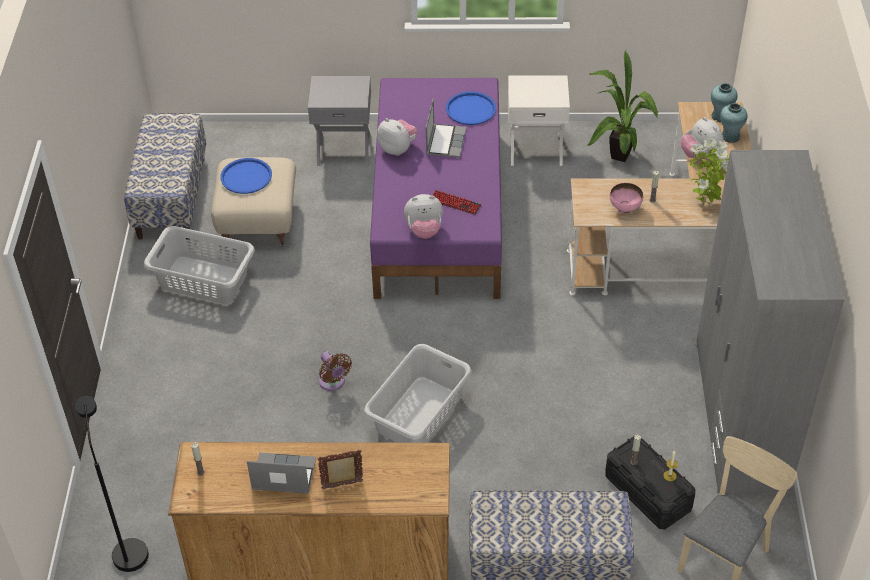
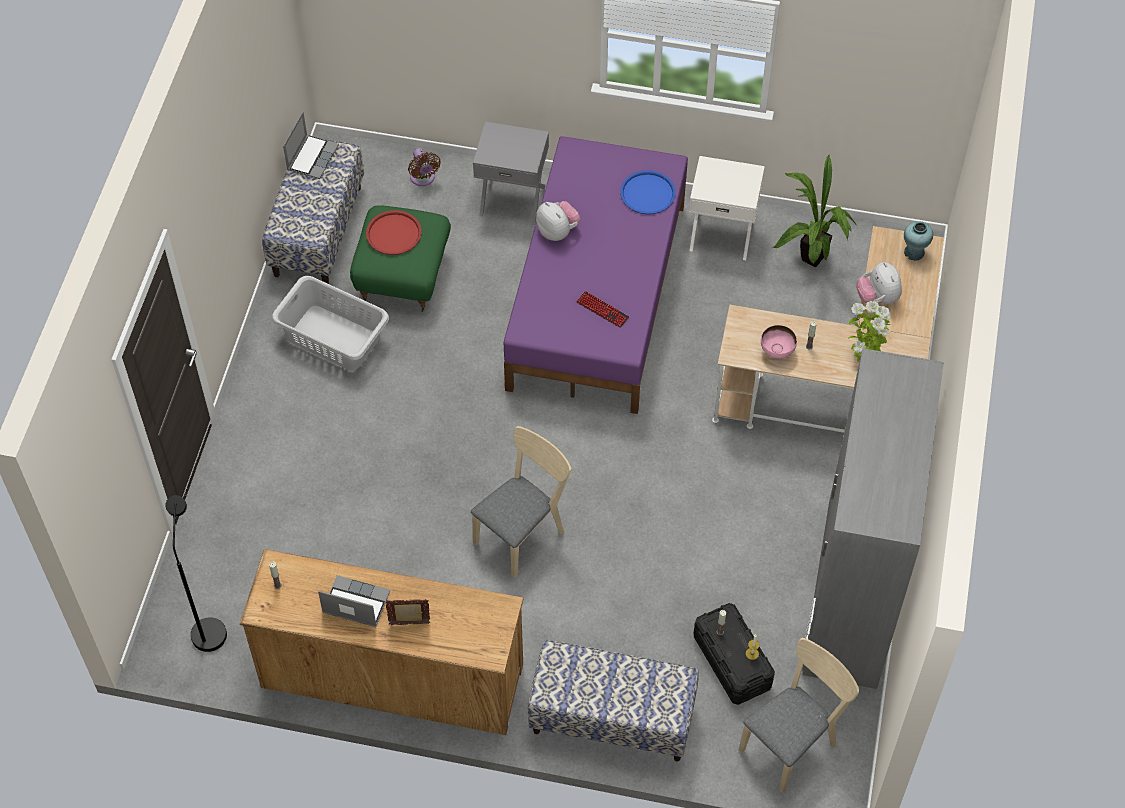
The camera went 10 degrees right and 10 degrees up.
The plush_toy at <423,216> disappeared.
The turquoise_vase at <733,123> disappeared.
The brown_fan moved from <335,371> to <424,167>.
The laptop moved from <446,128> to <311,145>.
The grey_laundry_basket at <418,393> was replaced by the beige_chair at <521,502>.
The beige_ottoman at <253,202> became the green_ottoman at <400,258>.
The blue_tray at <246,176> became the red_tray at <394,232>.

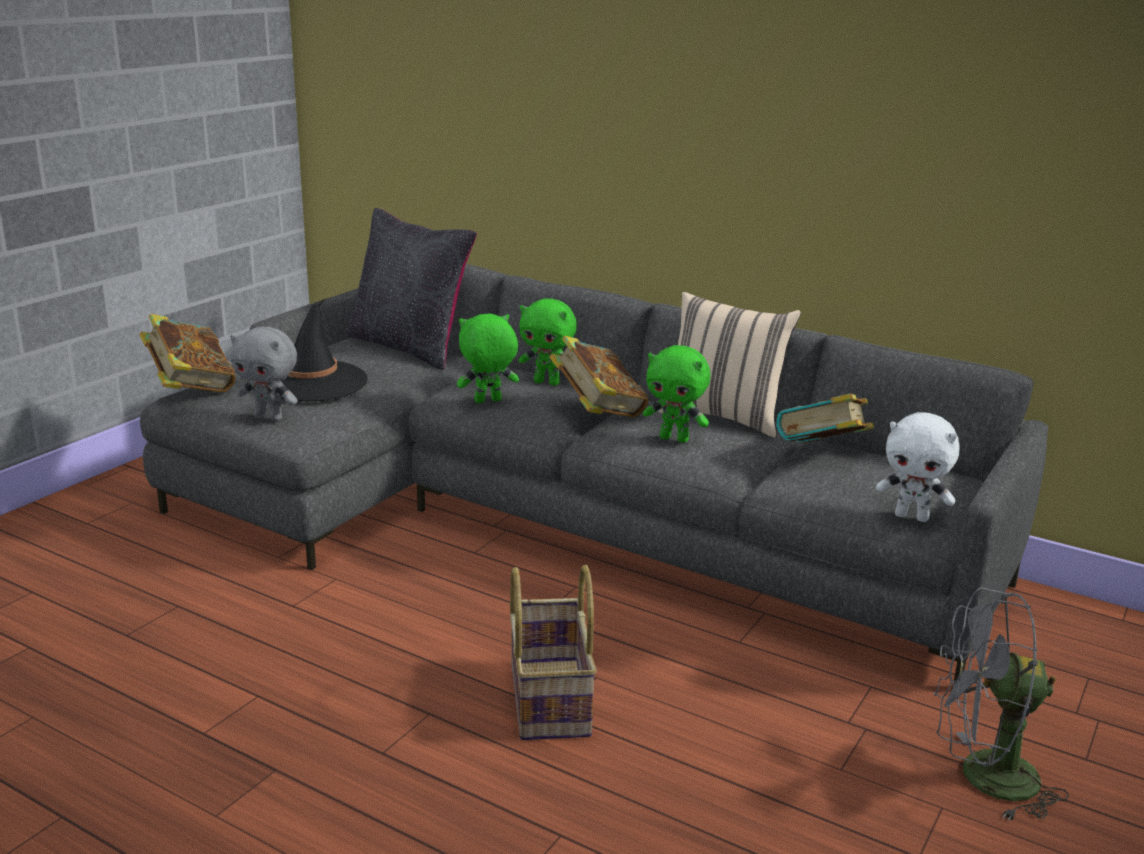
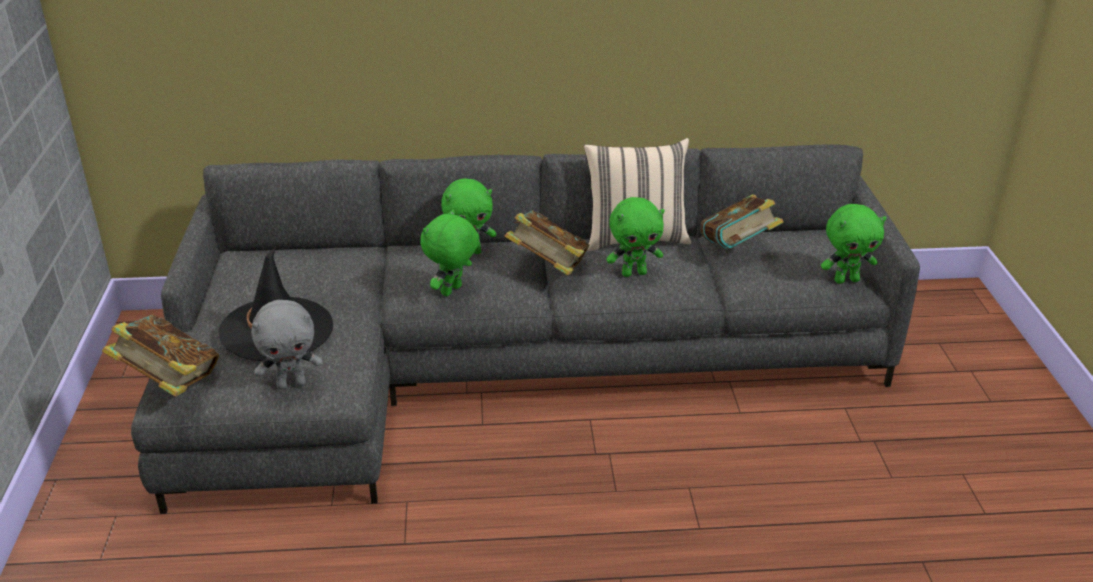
The camera went 35 degrees left and 10 degrees up.
The black_pillow at <411,289> disappeared.
The basket at <553,652> disappeared.
The grey_fan at <1001,704> disappeared.
The white_plush_toy at <918,467> became the green_plush_toy at <854,244>.

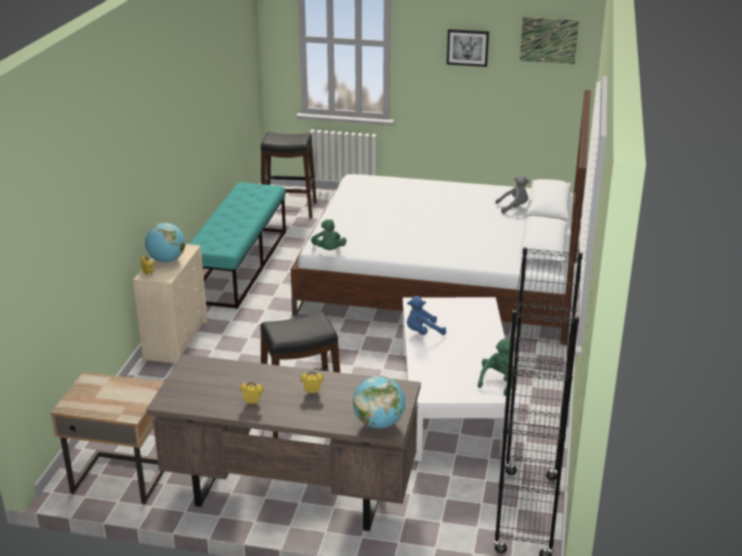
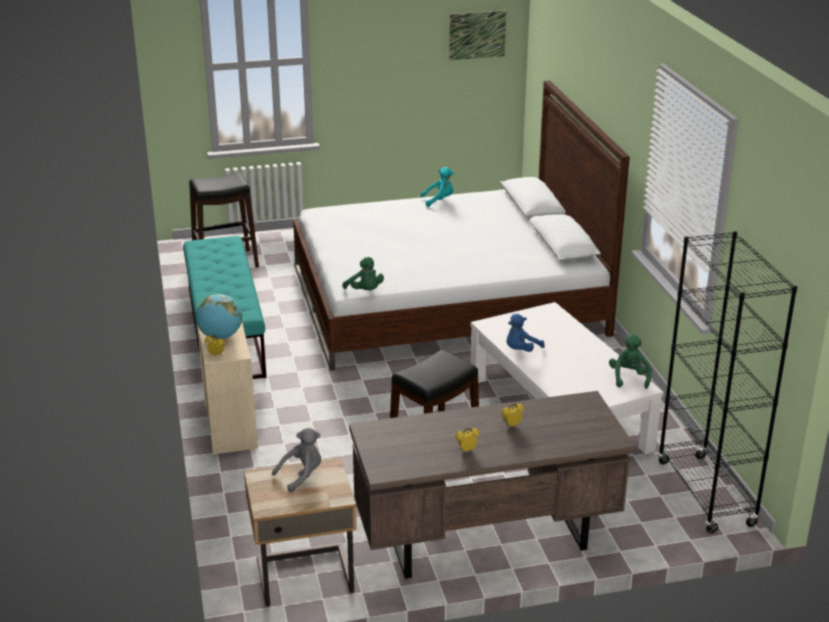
The camera went 25 degrees left and 0 degrees up.
The globe at <379,402> disappeared.
The picture at <468,48> disappeared.
The turquoise_plush_toy at <437,187> appeared.
The grey_plush_toy moved from <512,194> to <296,460>.

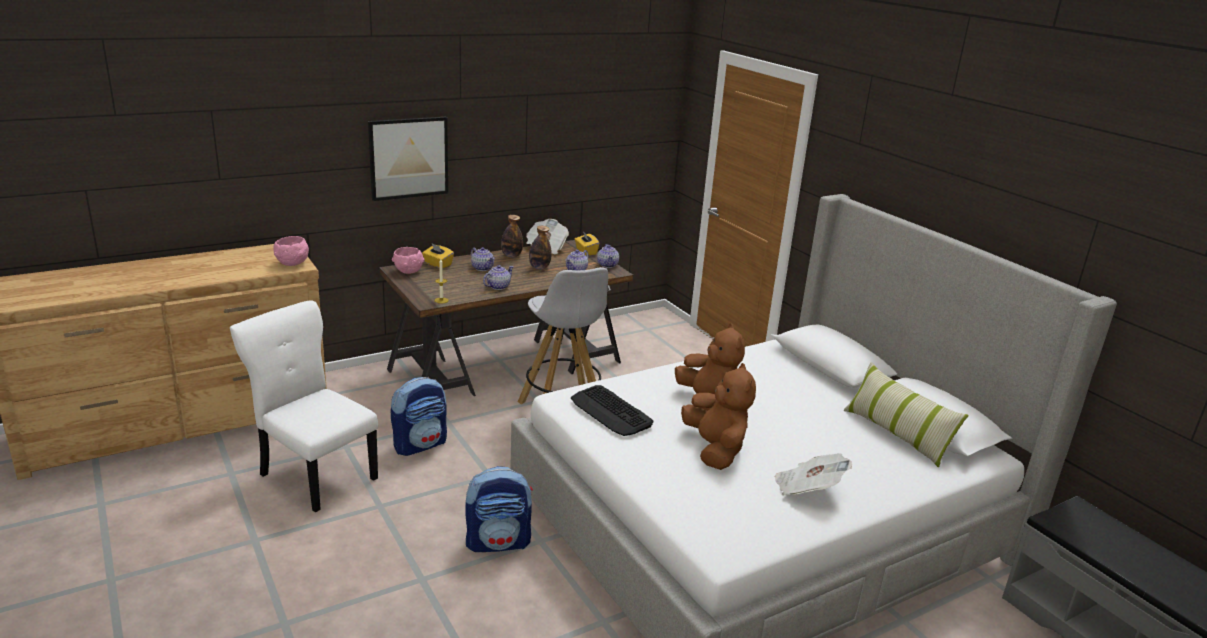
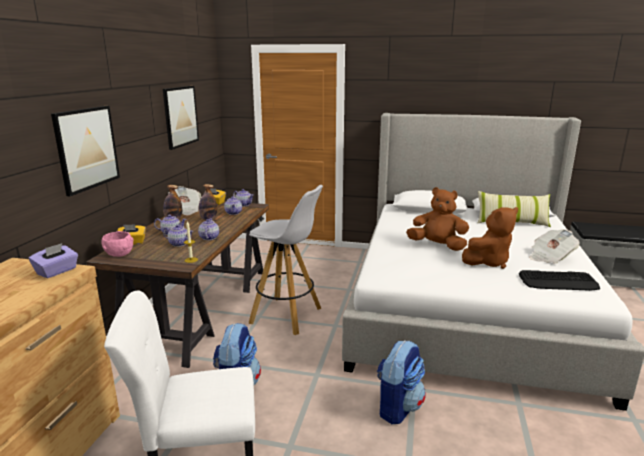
The camera went 45 degrees left and 5 degrees down.
The picture at <181,118> appeared.
The teapot at <178,236> appeared.
The keyboard moved from <612,410> to <559,280>.
The pink_bowl at <291,251> was replaced by the purple_tissue_box at <53,260>.
The brown_plush_toy at <718,416> turned 120 degrees clockwise.

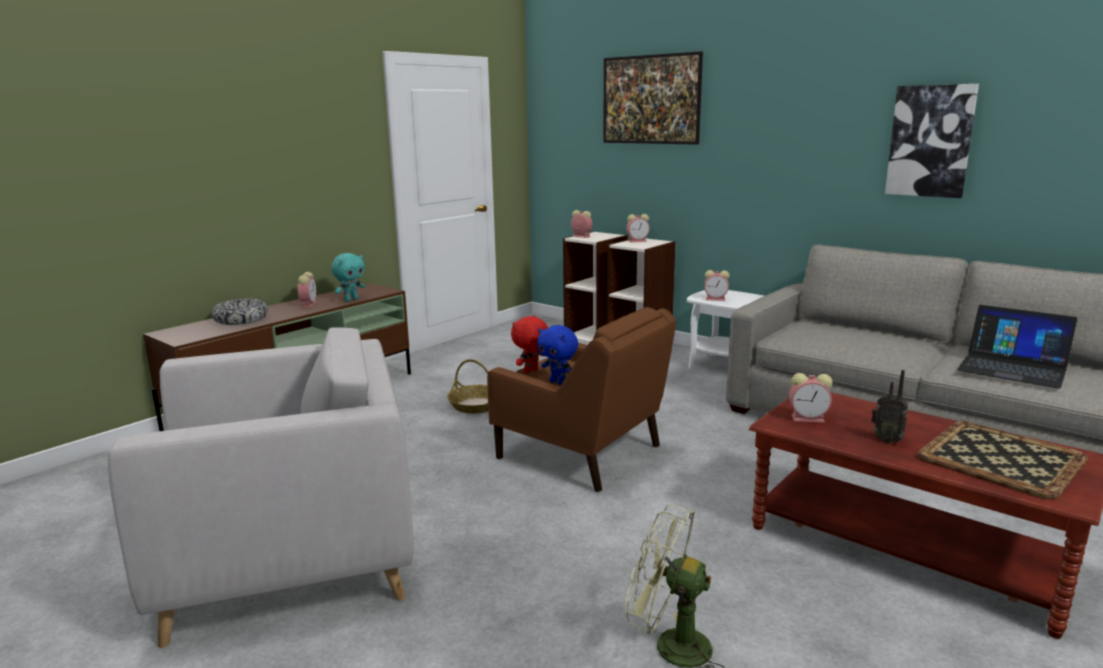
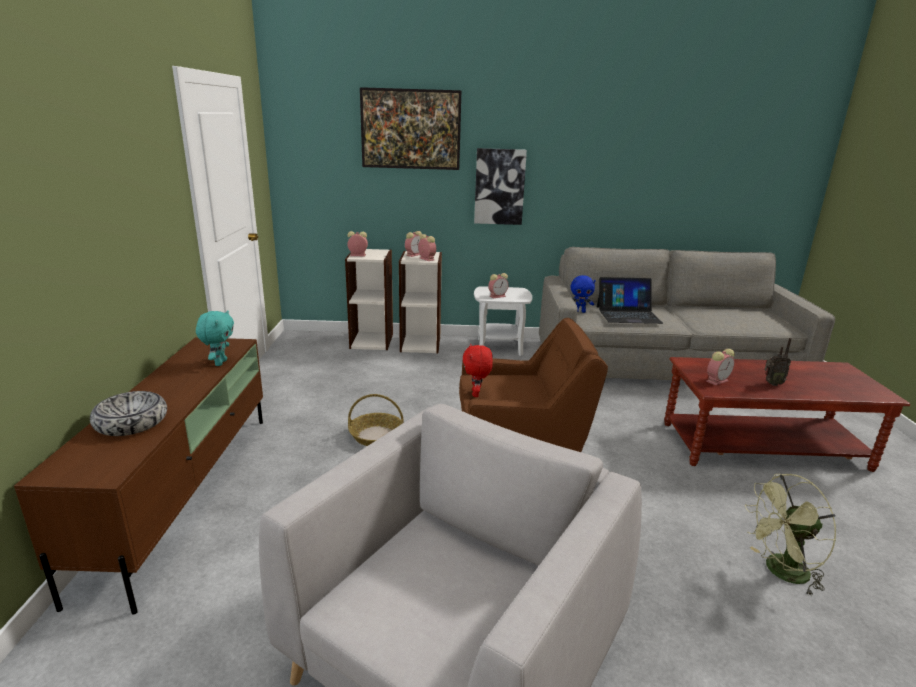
The camera went 40 degrees left and 5 degrees up.
The tray at <1002,460> disappeared.
The alarm_clock moved from <306,290> to <427,247>.
The blue_plush_toy moved from <557,355> to <583,294>.
The picture moved from <932,141> to <500,186>.
The laptop moved from <1017,346> to <630,300>.

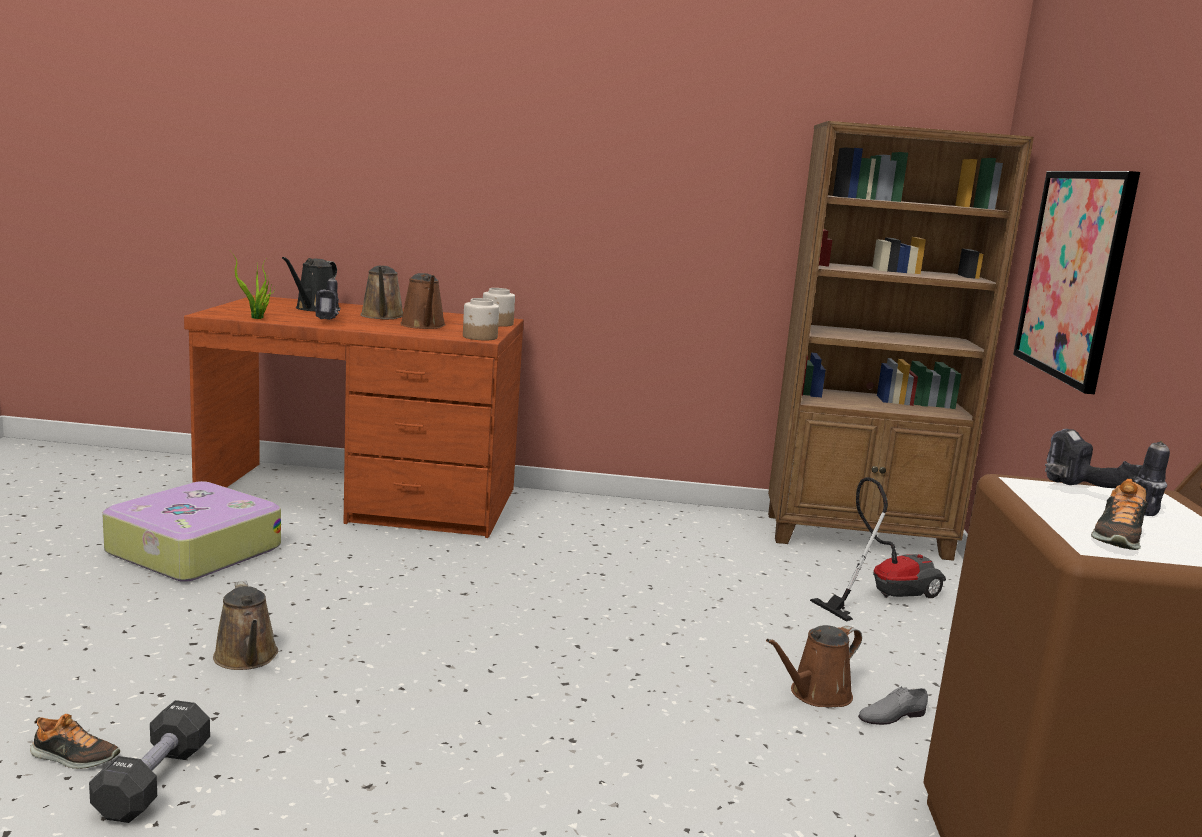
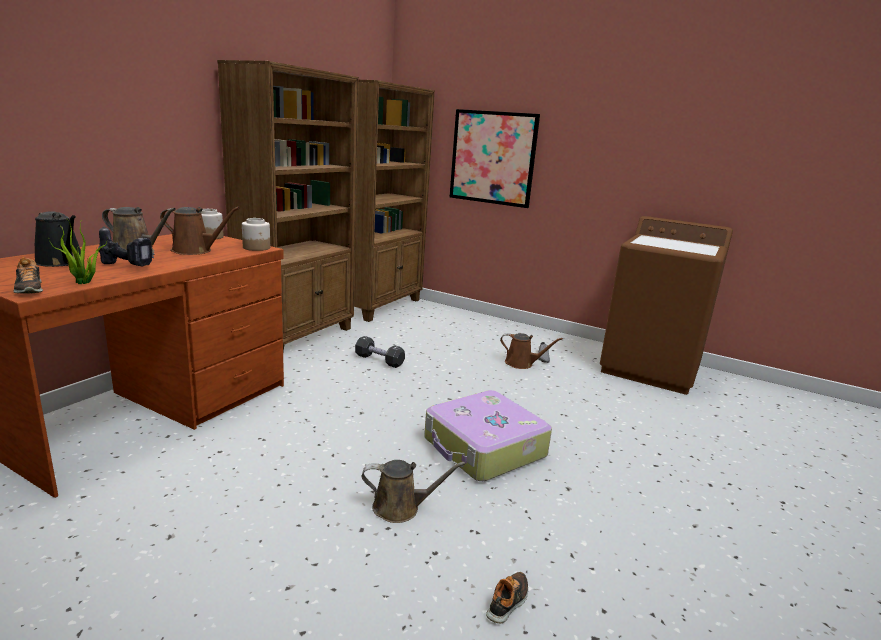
The camera went 65 degrees left and 5 degrees up.
The vacuum_cleaner at <878,549> disappeared.
The power_drill at <1107,472> disappeared.
The brown_bookcase at <288,205> appeared.
The black_dumbbell moved from <149,761> to <380,352>.
The suitcase moved from <191,531> to <488,435>.
The shoe moved from <1119,514> to <28,275>.
The brown_watering_can at <814,666> turned 60 degrees counterclockwise.

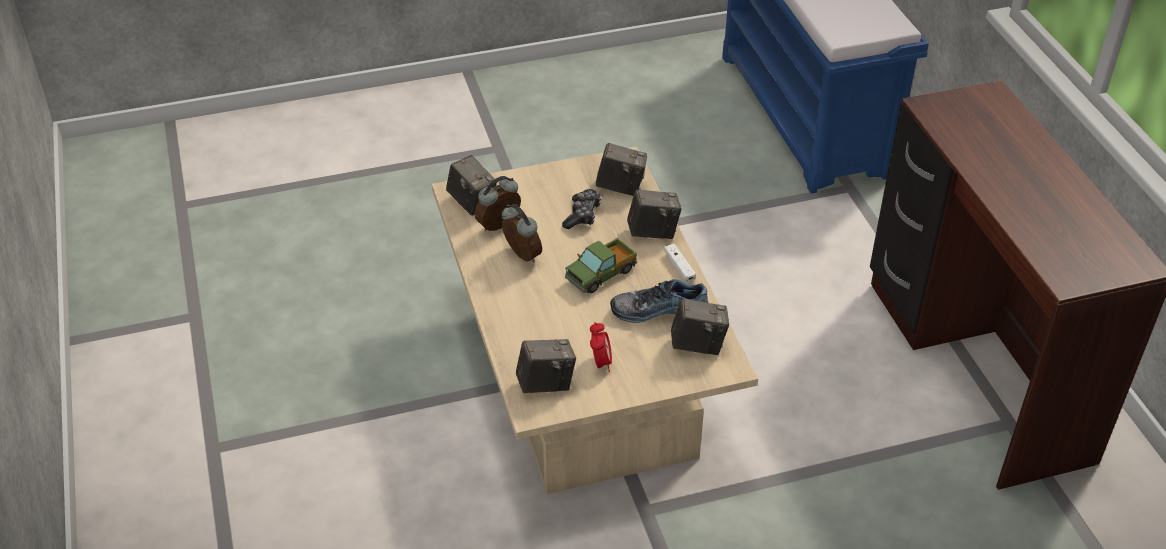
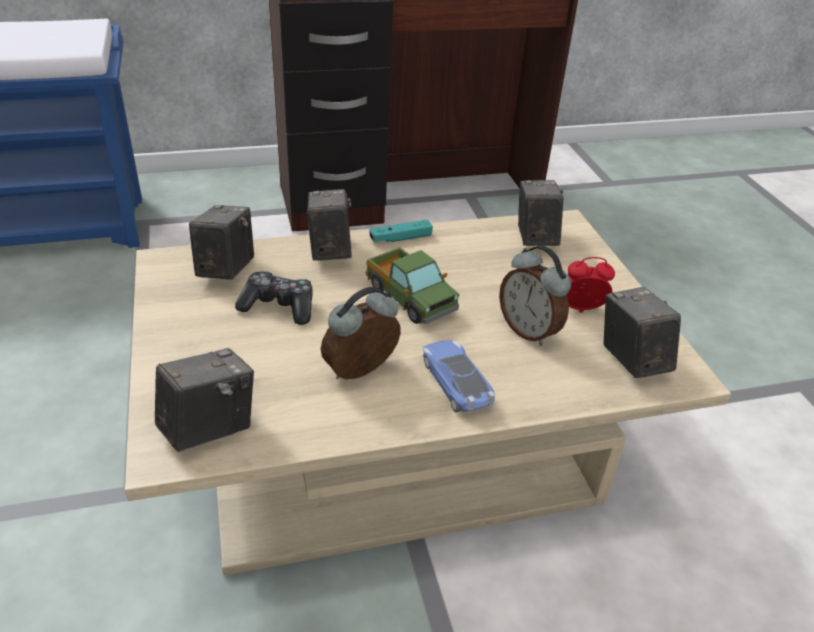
The camera went 90 degrees left and 5 degrees down.
The shoe at <659,301> disappeared.
The toy_car at <458,376> appeared.
The alarm_clock moved from <498,204> to <535,295>.
The white_game_controller at <680,263> became the turquoise_game_controller at <401,231>.

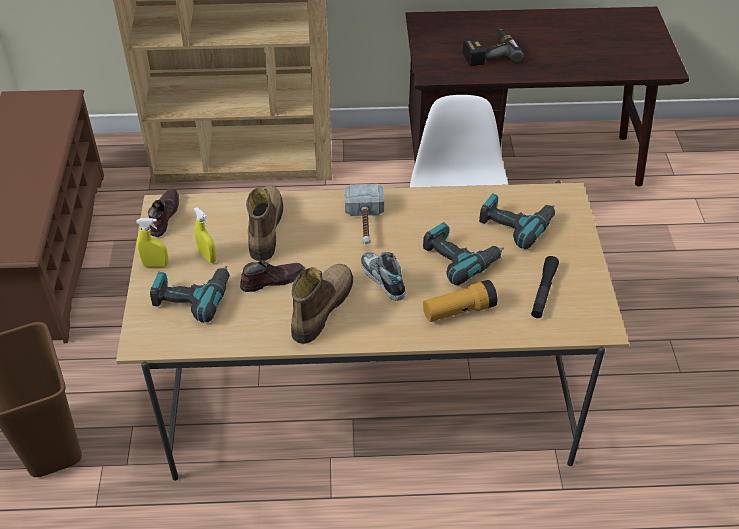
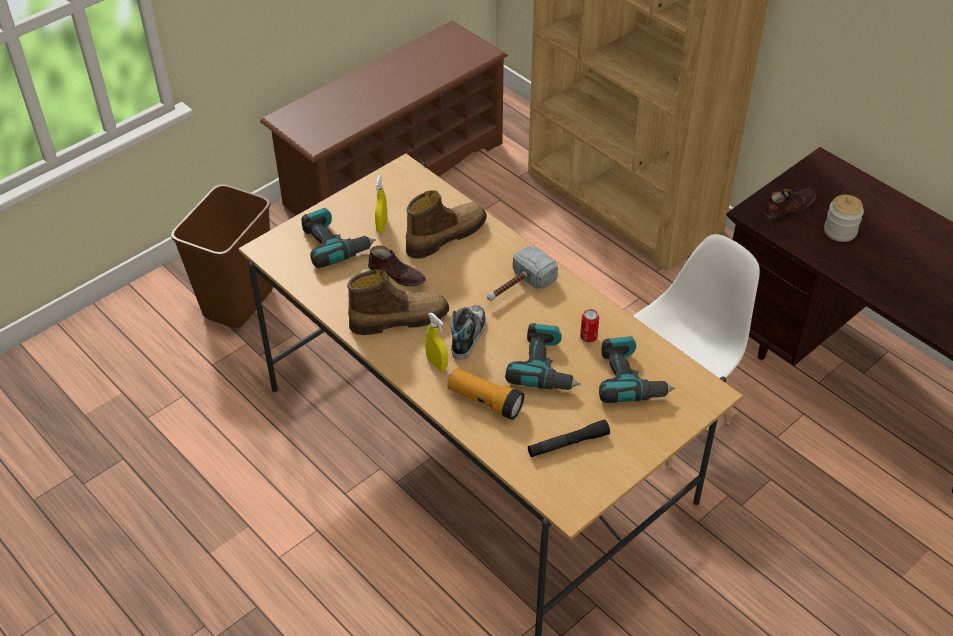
The camera went 50 degrees right and 0 degrees up.
The can at <589,325> appeared.
The yellow_spray_bottle moved from <152,242> to <436,342>.
The brown_shoe moved from <163,213> to <789,205>.
The power_drill at <493,47> was replaced by the jar at <844,218>.

